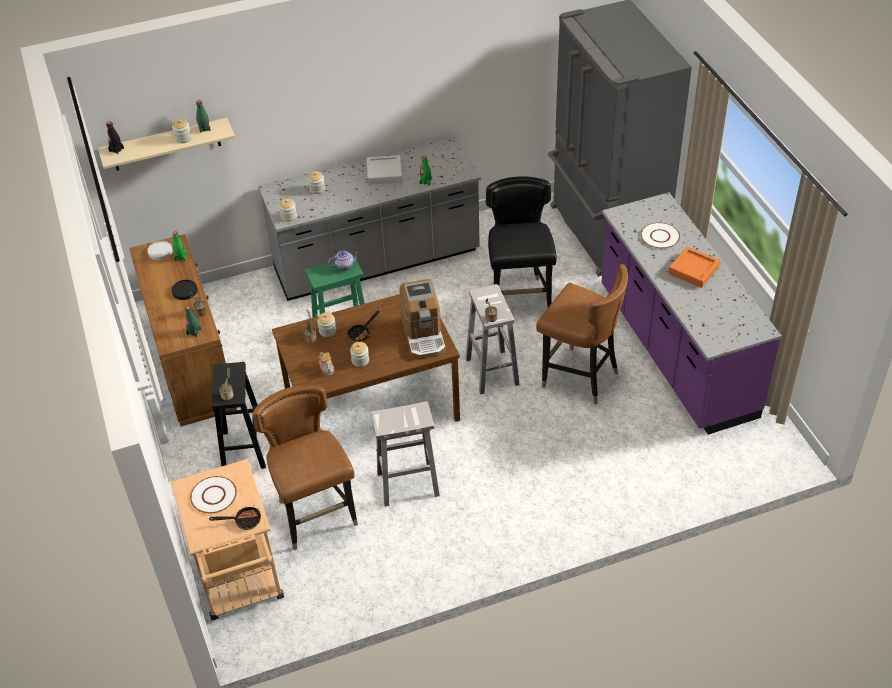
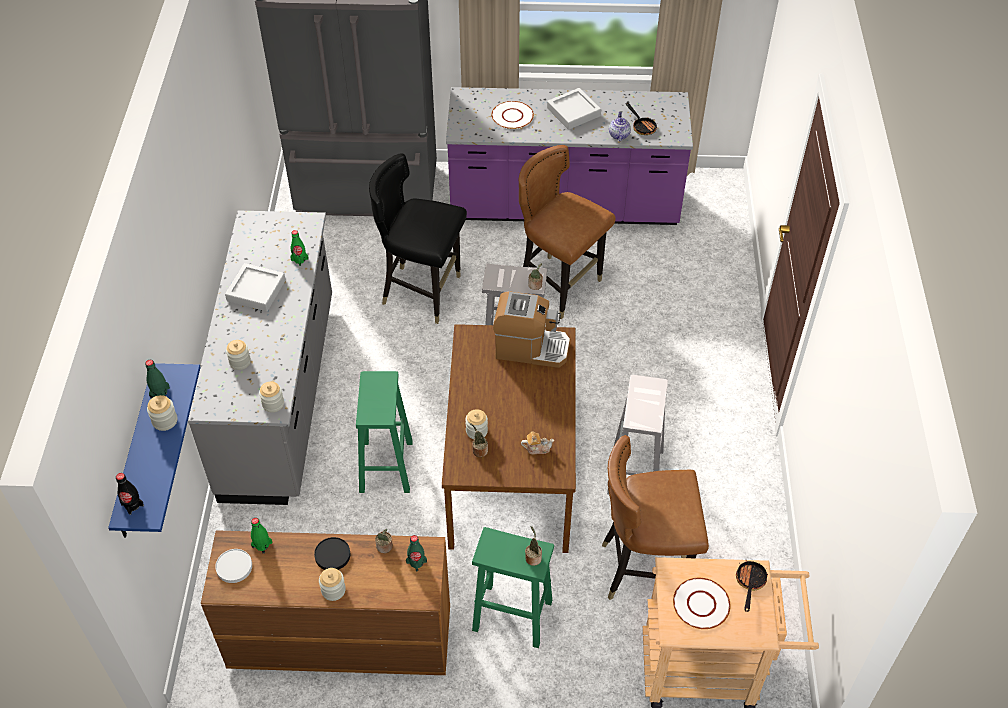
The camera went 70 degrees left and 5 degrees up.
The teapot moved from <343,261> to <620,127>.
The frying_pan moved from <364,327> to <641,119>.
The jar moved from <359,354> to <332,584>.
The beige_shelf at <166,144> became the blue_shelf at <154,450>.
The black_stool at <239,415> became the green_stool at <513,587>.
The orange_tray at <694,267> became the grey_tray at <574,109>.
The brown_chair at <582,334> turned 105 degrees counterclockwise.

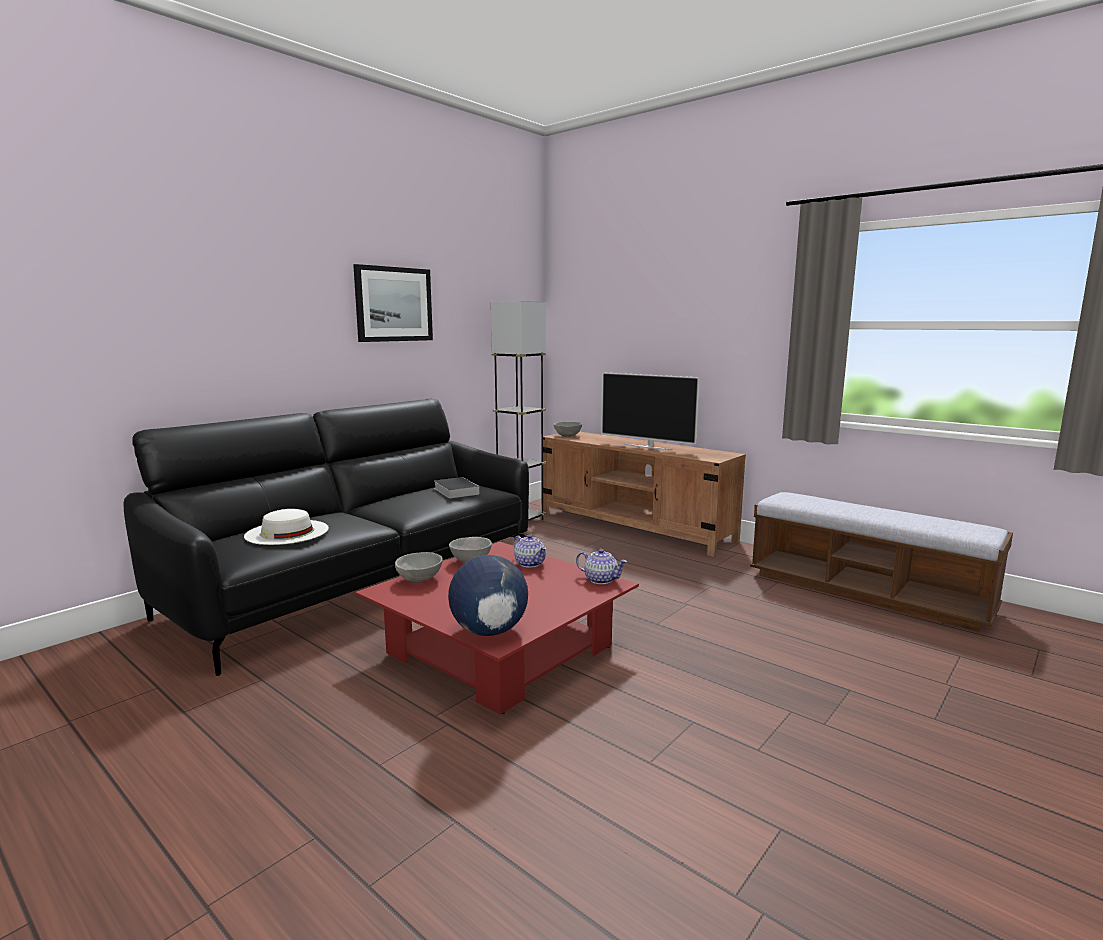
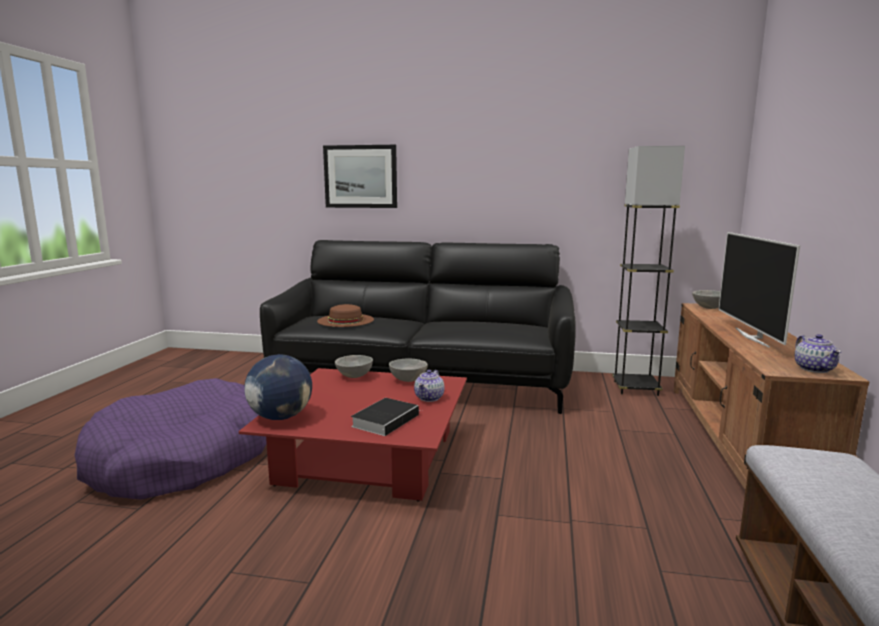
The camera went 60 degrees right and 0 degrees up.
The purple_dog_bed at <171,439> appeared.
The picture moved from <393,303> to <360,176>.
The book moved from <457,487> to <385,417>.
The teapot moved from <601,566> to <818,353>.
The white_hat at <286,527> became the brown_hat at <345,315>.

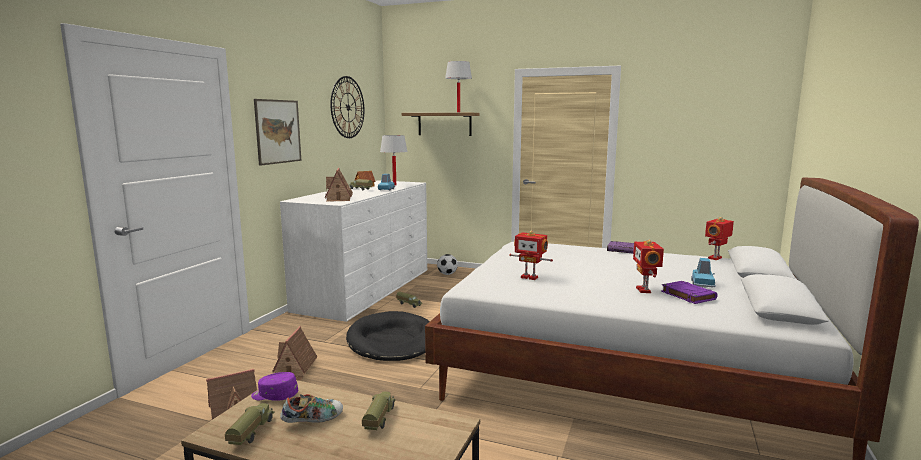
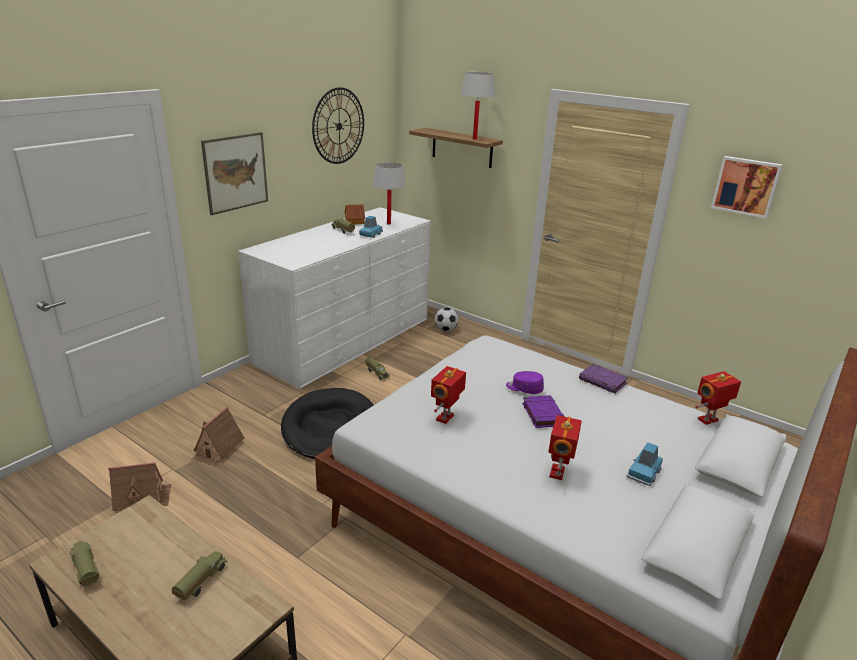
The camera went 15 degrees right and 15 degrees up.
The shoe at <311,408> disappeared.
The toy_house at <339,185> disappeared.
The picture at <747,187> appeared.
The purple_cap moved from <274,386> to <525,382>.
The purple_book moved from <689,292> to <543,411>.
The toy_truck at <250,424> turned 60 degrees counterclockwise.
The toy_robot at <531,255> turned 75 degrees clockwise.

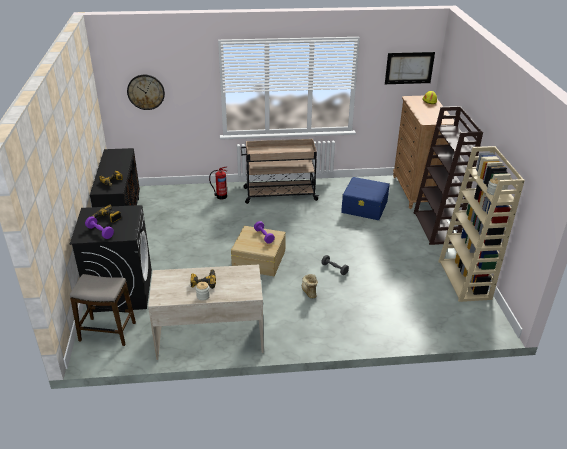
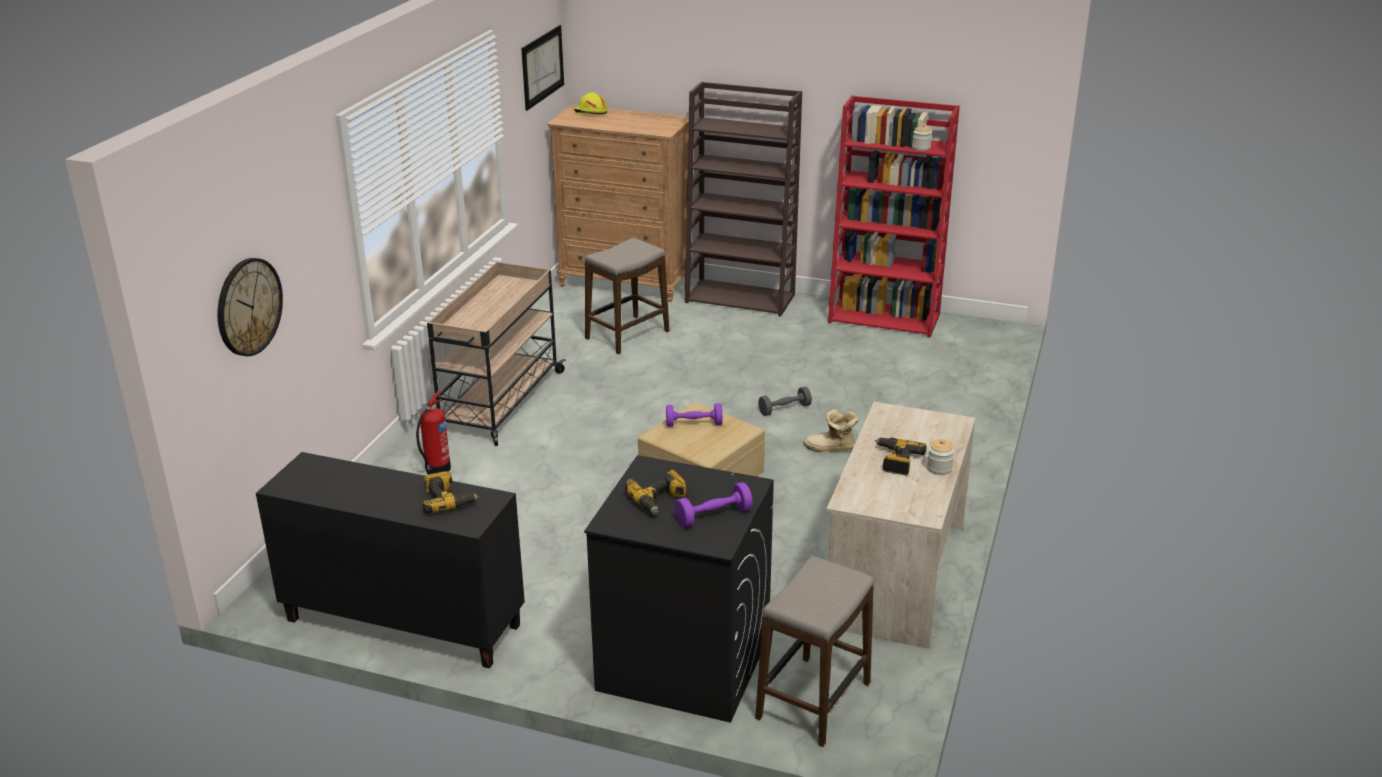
The camera went 65 degrees left and 5 degrees down.
The blue_storage_box at <365,198> was replaced by the stool at <627,296>.
The beige_bookcase at <481,224> became the red_bookcase at <894,217>.

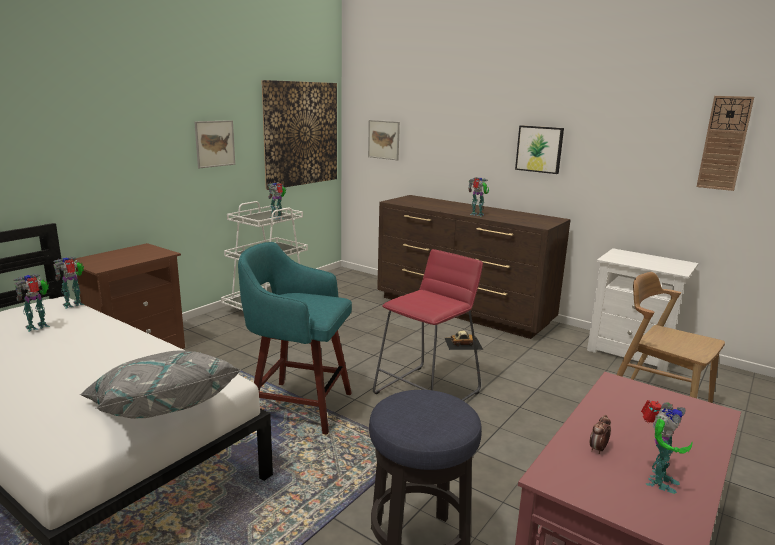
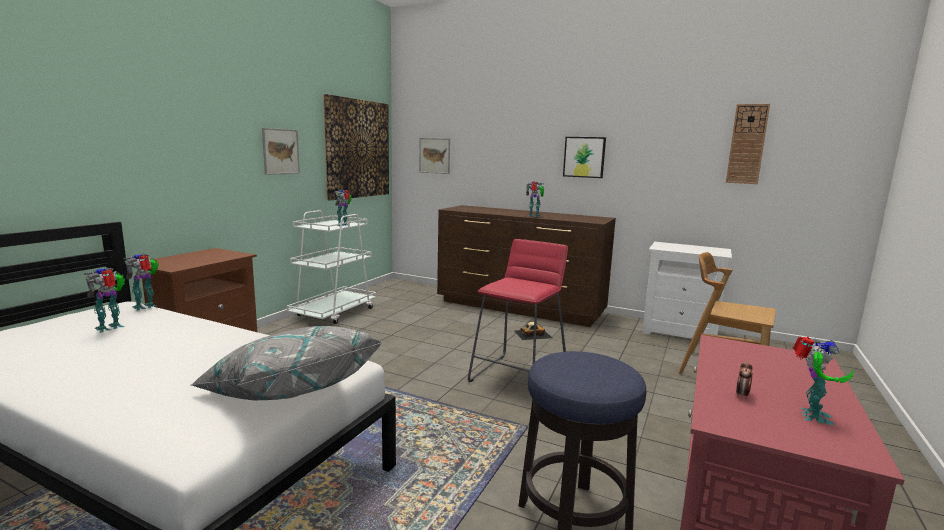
The camera went 10 degrees left and 5 degrees down.
The turquoise_stool at <295,338> disappeared.

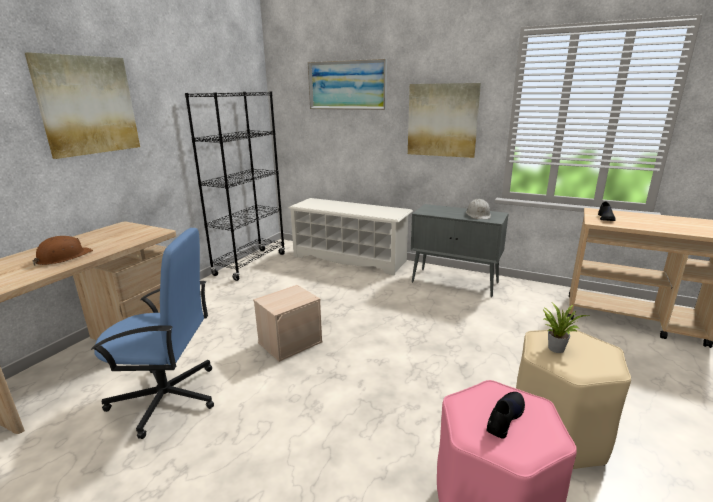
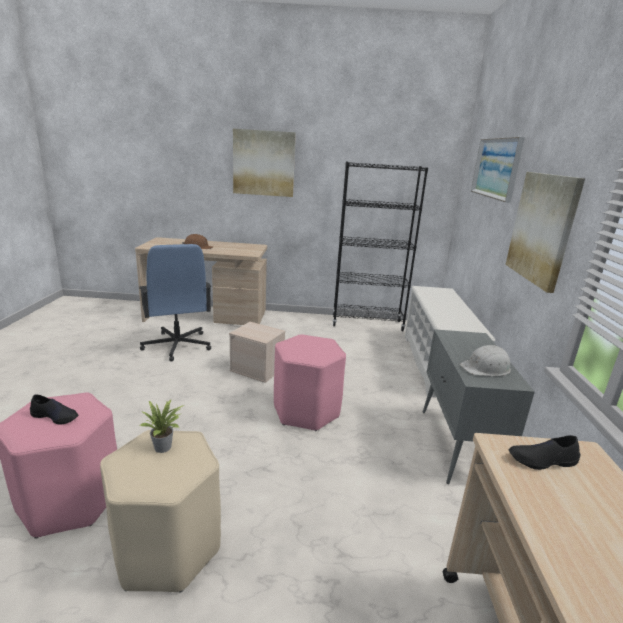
The camera went 65 degrees right and 0 degrees up.
The pink_stool at <310,382> appeared.

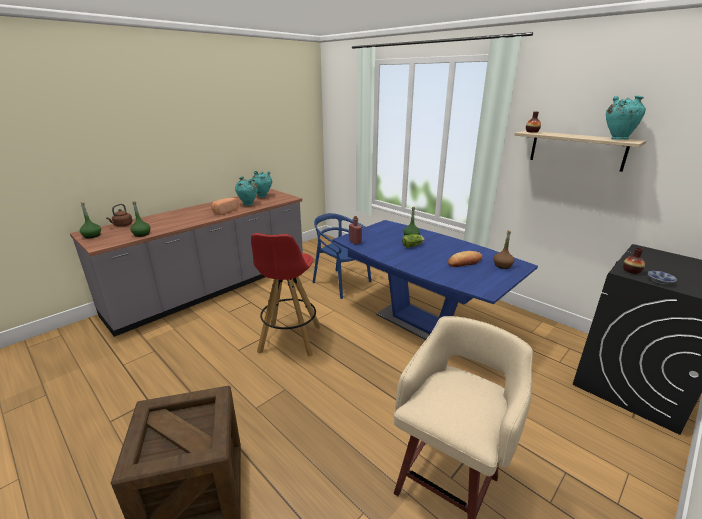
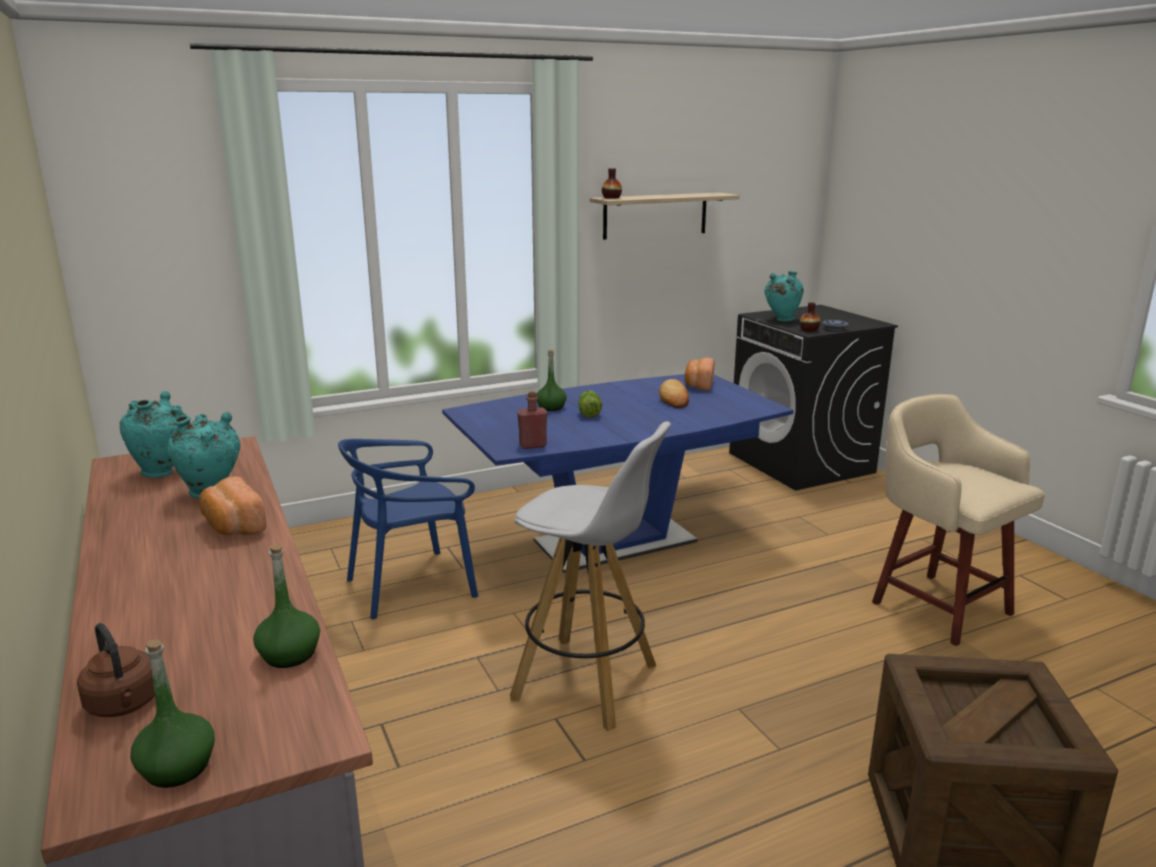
The camera went 70 degrees left and 5 degrees down.
The turquoise_vase moved from <626,117> to <784,296>.
The brown_bottle at <504,249> was replaced by the bread at <699,374>.
The red_stool at <286,295> became the white_stool at <590,576>.

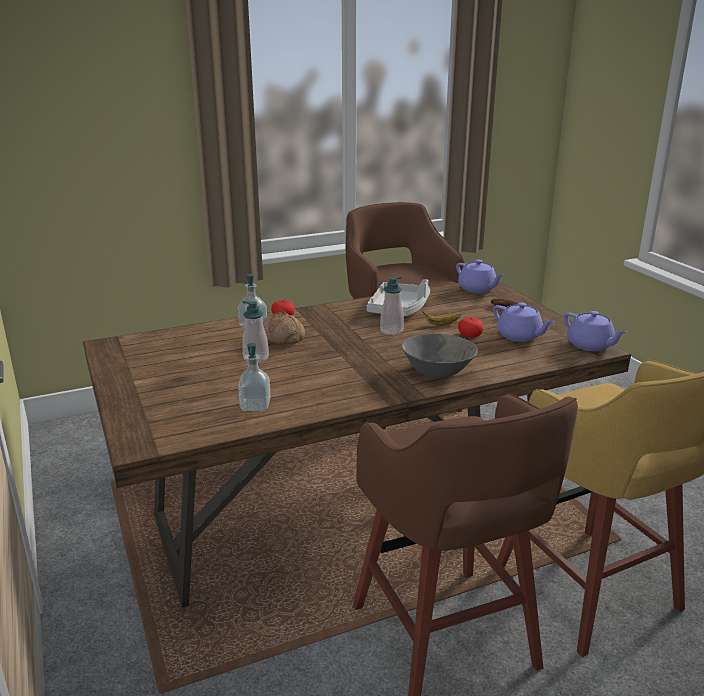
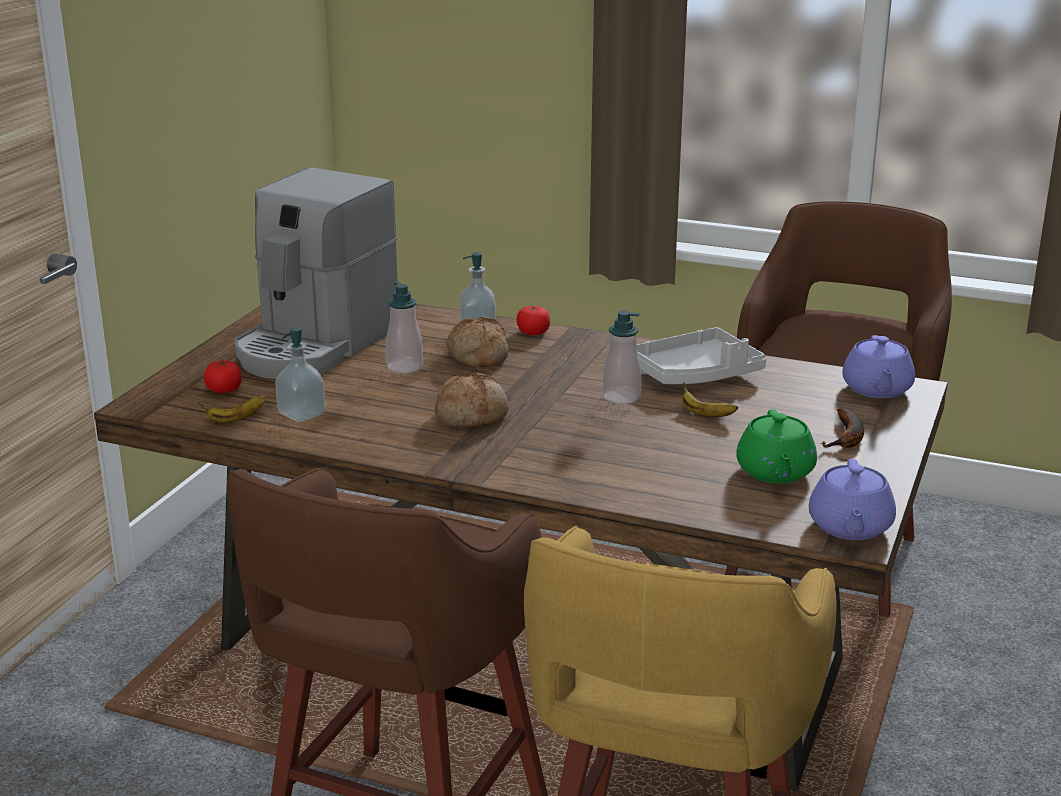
The camera went 45 degrees right and 0 degrees up.
The grey_bowl at <439,356> disappeared.
The banana at <231,409> appeared.
The coffee_machine at <315,273> appeared.
The bread at <472,399> appeared.
The tomato moved from <470,326> to <223,376>.
The purple_teapot at <524,322> became the green_teapot at <776,446>.

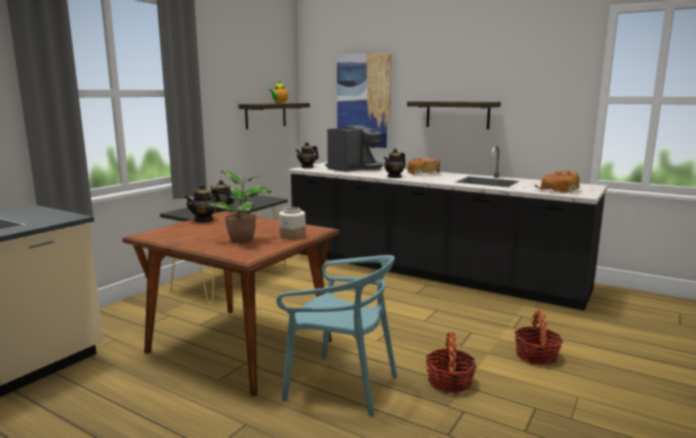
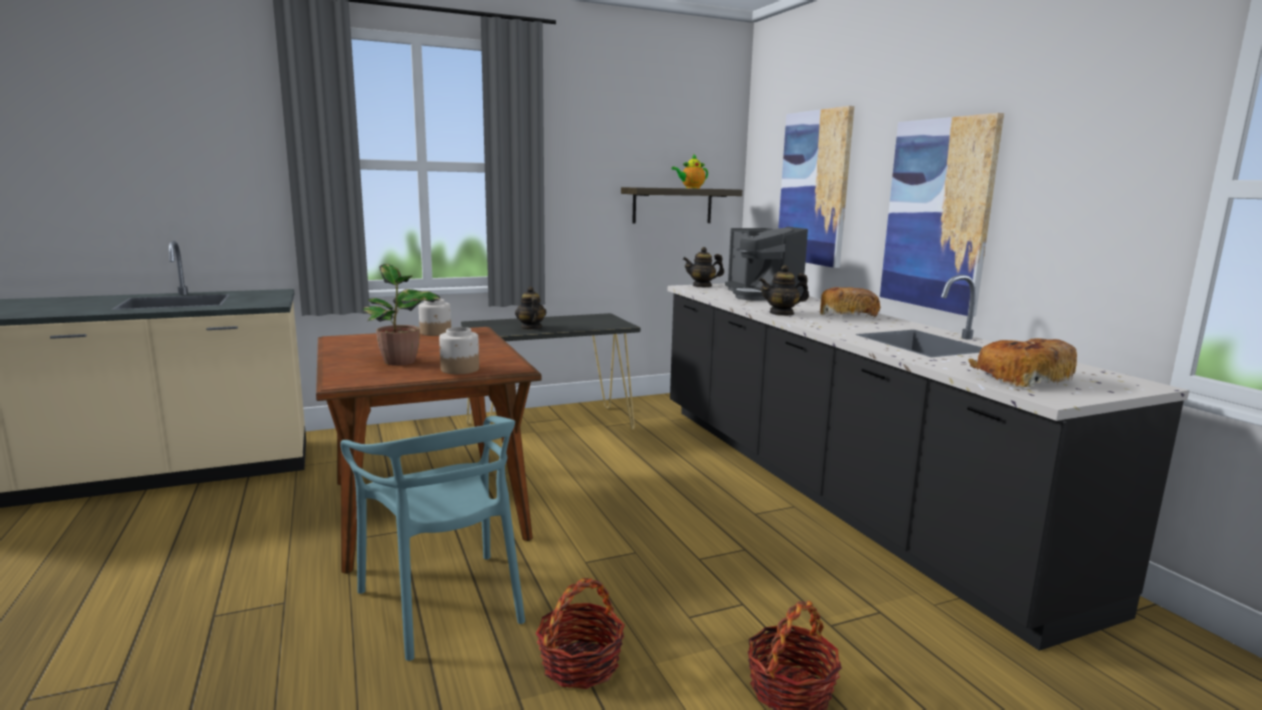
The camera went 35 degrees right and 0 degrees up.
The teapot at <202,202> was replaced by the jar at <435,317>.
The shelf at <454,115> was replaced by the picture at <942,215>.
The coffee_machine at <354,148> turned 75 degrees clockwise.

